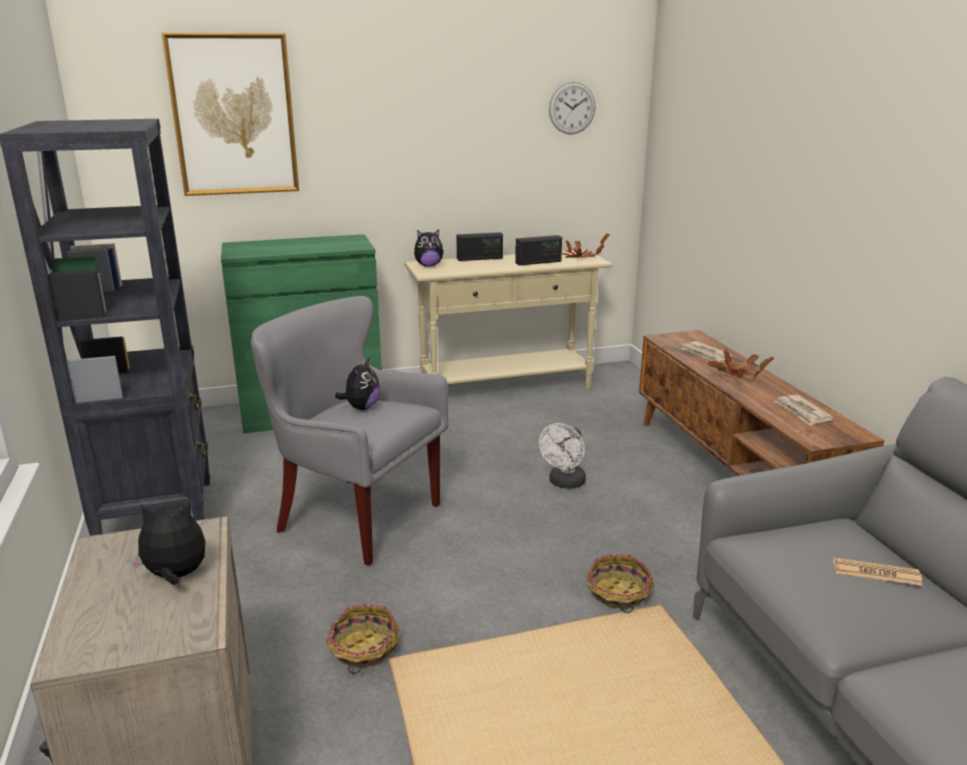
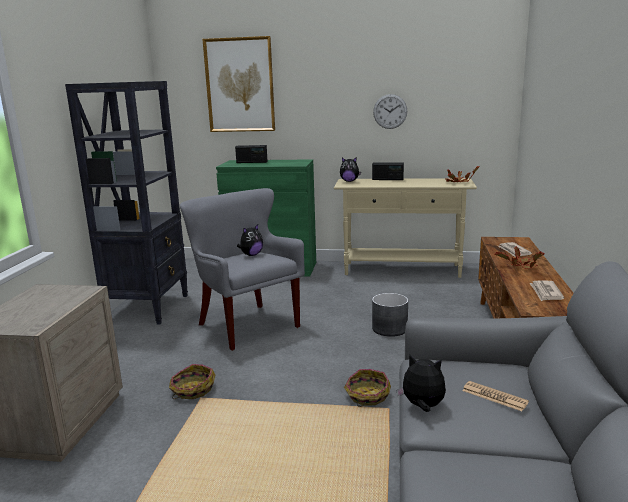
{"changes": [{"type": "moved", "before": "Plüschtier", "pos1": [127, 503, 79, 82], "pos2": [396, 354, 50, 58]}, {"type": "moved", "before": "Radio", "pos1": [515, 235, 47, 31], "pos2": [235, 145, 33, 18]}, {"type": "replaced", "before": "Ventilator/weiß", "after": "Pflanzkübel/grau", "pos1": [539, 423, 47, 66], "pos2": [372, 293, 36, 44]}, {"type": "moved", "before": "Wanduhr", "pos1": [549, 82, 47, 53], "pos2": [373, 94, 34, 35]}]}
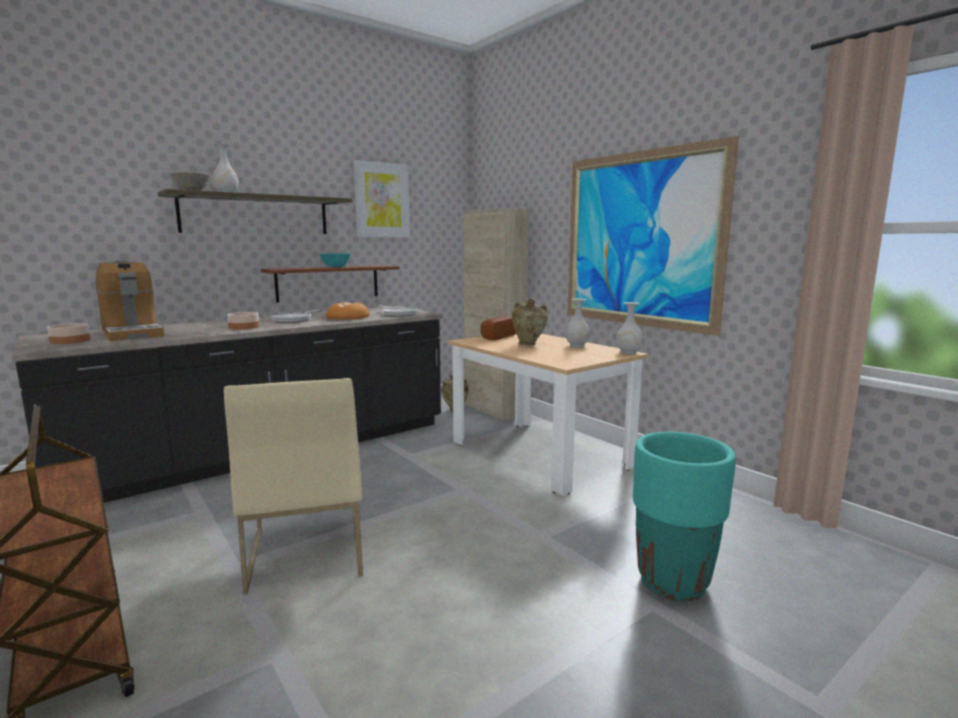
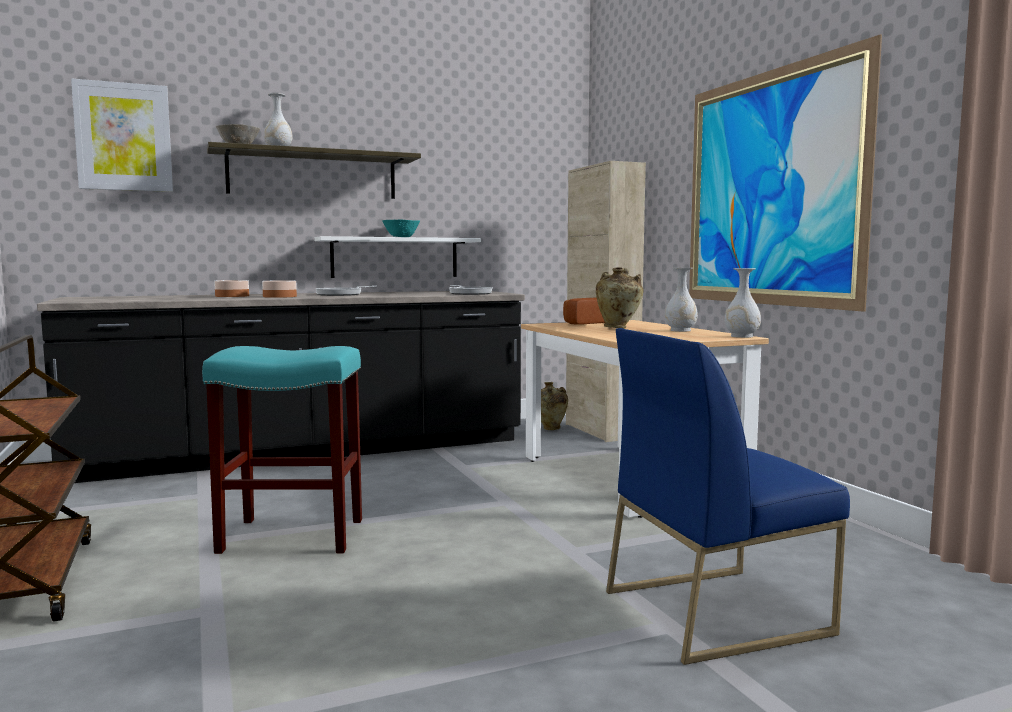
{"changes": [{"type": "moved", "before": "Schüssel", "pos1": [47, 323, 43, 21], "pos2": [214, 280, 35, 17]}, {"type": "removed", "before": "Kaffeemaschine", "pos1": [96, 260, 68, 81]}, {"type": "replaced", "before": "Stuhl/beige", "after": "Hocker/türkis", "pos1": [224, 378, 139, 217], "pos2": [202, 346, 160, 208]}, {"type": "recoloured", "before": "Wandregal/braun", "after": "Wandregal/weiß", "pos1": [260, 265, 140, 38], "pos2": [314, 236, 167, 42]}, {"type": "removed", "before": "Brot", "pos1": [326, 302, 43, 18]}, {"type": "moved", "before": "Bild", "pos1": [353, 160, 57, 77], "pos2": [71, 79, 102, 113]}, {"type": "replaced", "before": "Pflanzkübel/türkis", "after": "Stuhl/blau", "pos1": [633, 432, 103, 169], "pos2": [606, 328, 244, 337]}]}
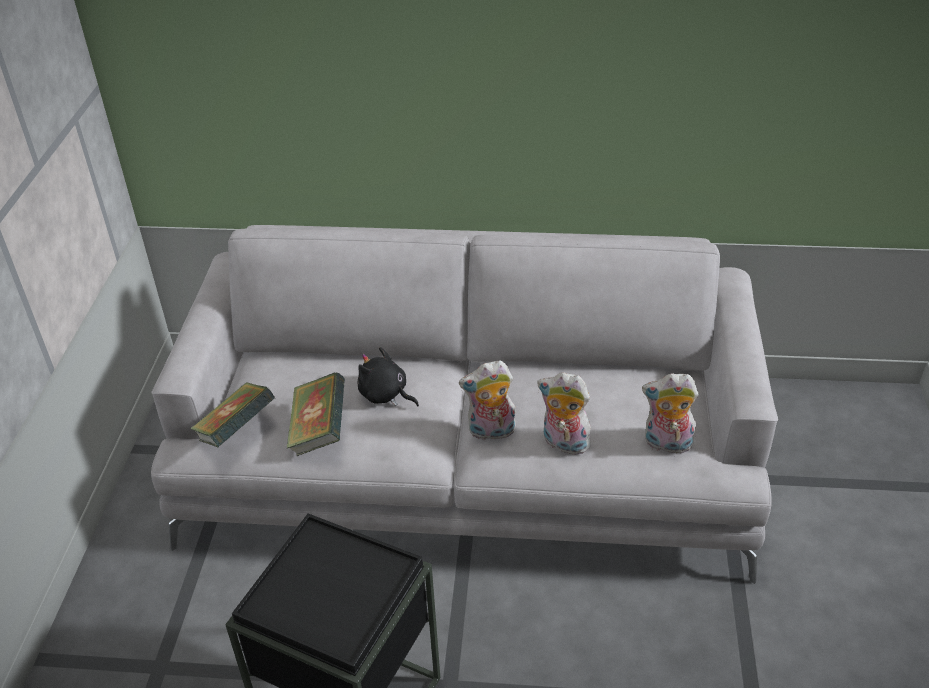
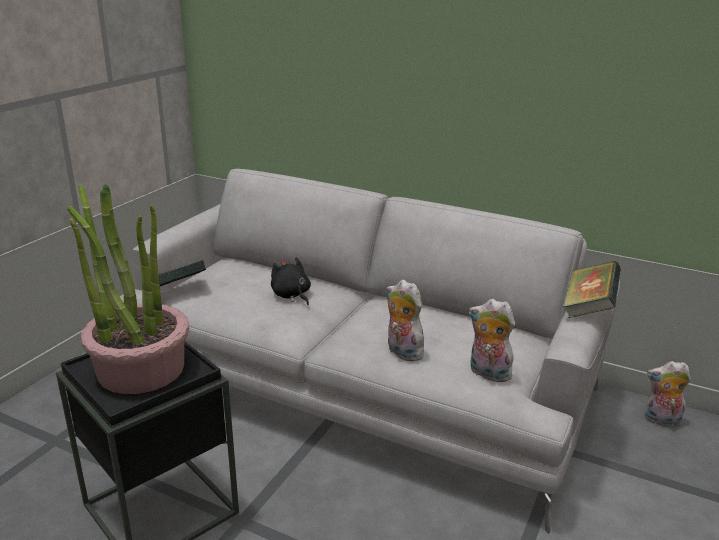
{"changes": [{"type": "moved", "before": "Buch", "pos1": [287, 372, 58, 84], "pos2": [563, 261, 58, 57]}, {"type": "moved", "before": "Plüschtier", "pos1": [459, 360, 57, 80], "pos2": [644, 361, 47, 66]}, {"type": "added", "after": "Topfpflanze", "pos2": [67, 184, 122, 210]}]}
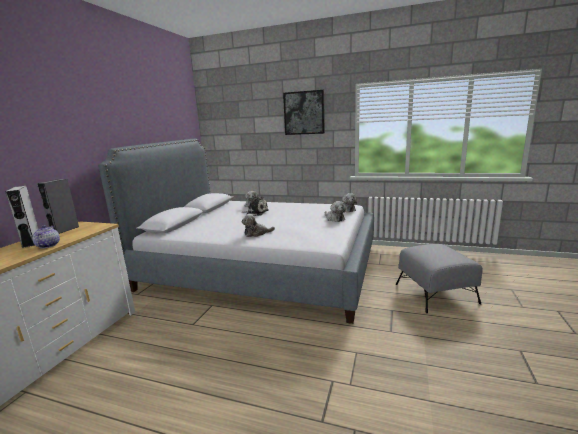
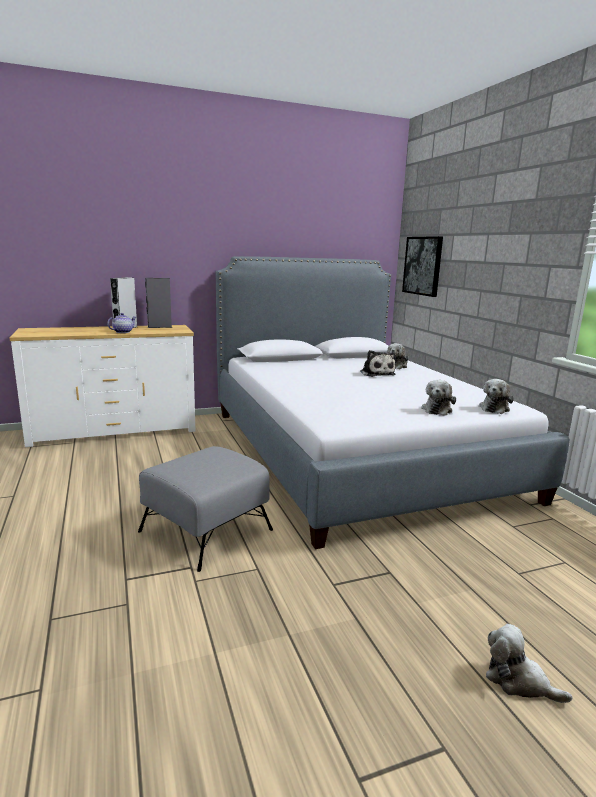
{"changes": [{"type": "moved", "before": "Plüschtier", "pos1": [242, 214, 33, 23], "pos2": [486, 624, 86, 79]}, {"type": "moved", "before": "Bild", "pos1": [283, 90, 42, 45], "pos2": [402, 236, 41, 61]}, {"type": "moved", "before": "Polsterhocker/grau", "pos1": [396, 244, 87, 69], "pos2": [138, 446, 135, 126]}]}
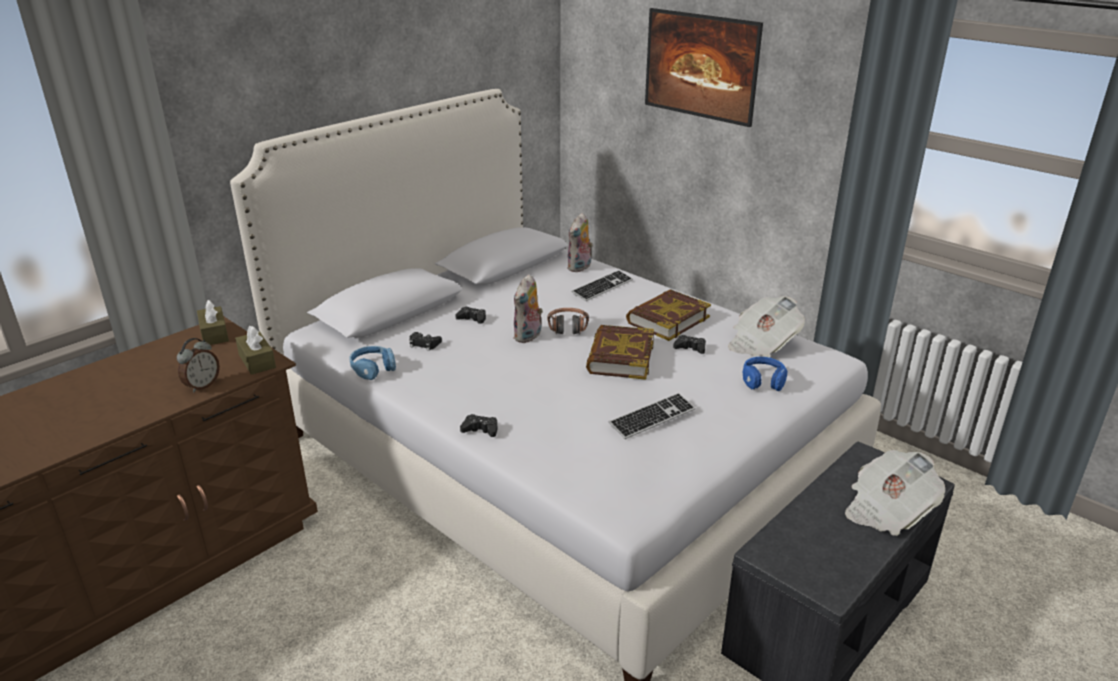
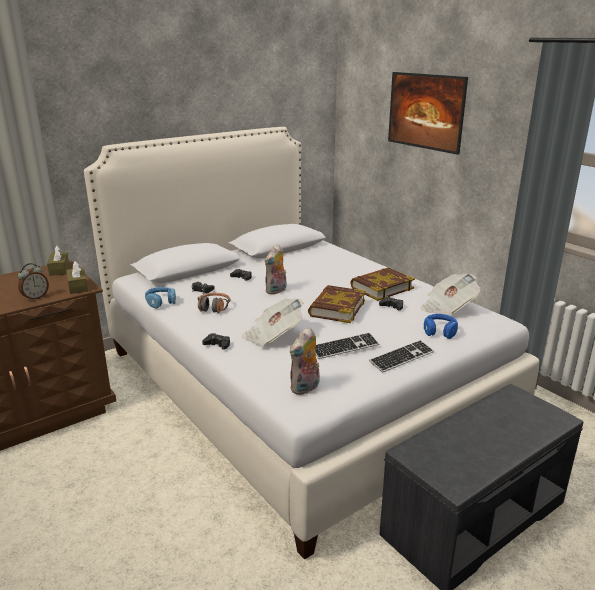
{"changes": [{"type": "moved", "before": "Kopfhörer", "pos1": [547, 308, 42, 27], "pos2": [198, 293, 32, 20]}, {"type": "moved", "before": "Plüschtier", "pos1": [567, 213, 26, 59], "pos2": [290, 327, 30, 68]}, {"type": "moved", "before": "Tastatur", "pos1": [572, 270, 61, 31], "pos2": [369, 340, 65, 33]}, {"type": "moved", "before": "Zeitung", "pos1": [845, 450, 100, 86], "pos2": [242, 298, 62, 49]}]}
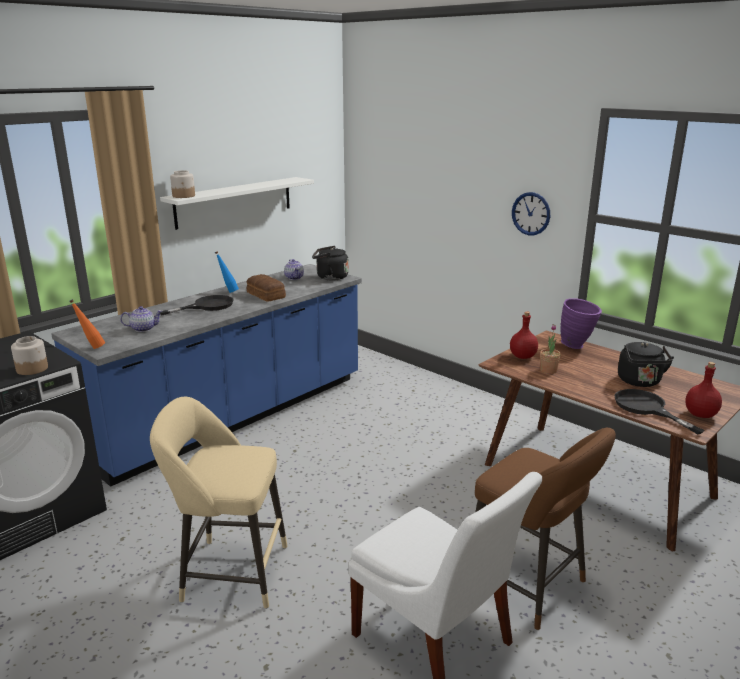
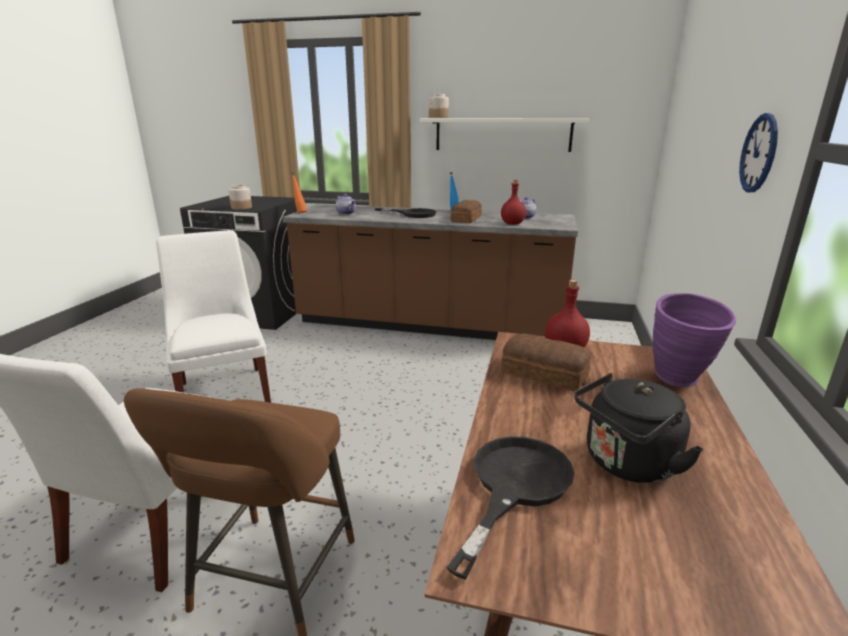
{"changes": [{"type": "recoloured", "before": "Küchenzeile/blau", "after": "Küchenzeile/braun", "pos1": [51, 264, 311, 223], "pos2": [283, 204, 295, 136]}, {"type": "replaced", "before": "Hocker/beige", "after": "Stuhl/weiß", "pos1": [150, 397, 137, 212], "pos2": [156, 230, 115, 173]}, {"type": "removed", "before": "Wasserkessel/schwarz", "pos1": [312, 246, 37, 34]}, {"type": "replaced", "before": "Topfpflanze", "after": "Brot", "pos1": [540, 325, 21, 49], "pos2": [501, 333, 90, 58]}, {"type": "moved", "before": "Flasche/rot", "pos1": [685, 362, 37, 56], "pos2": [501, 180, 25, 45]}]}
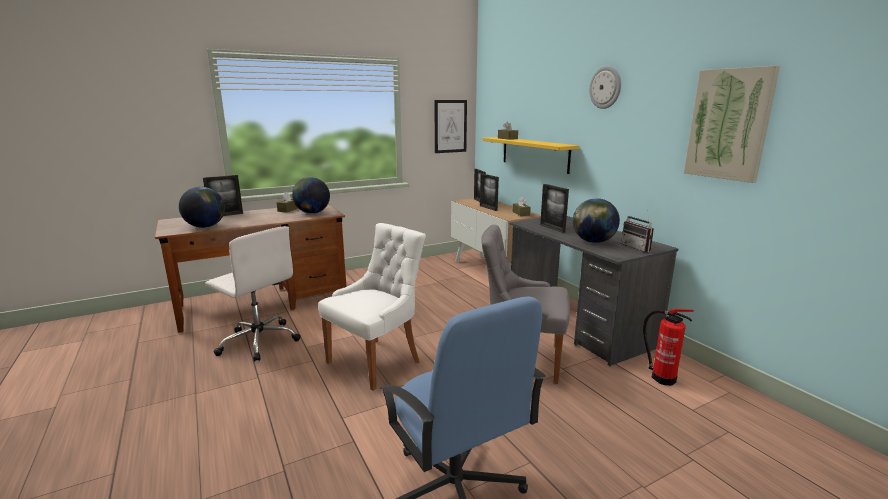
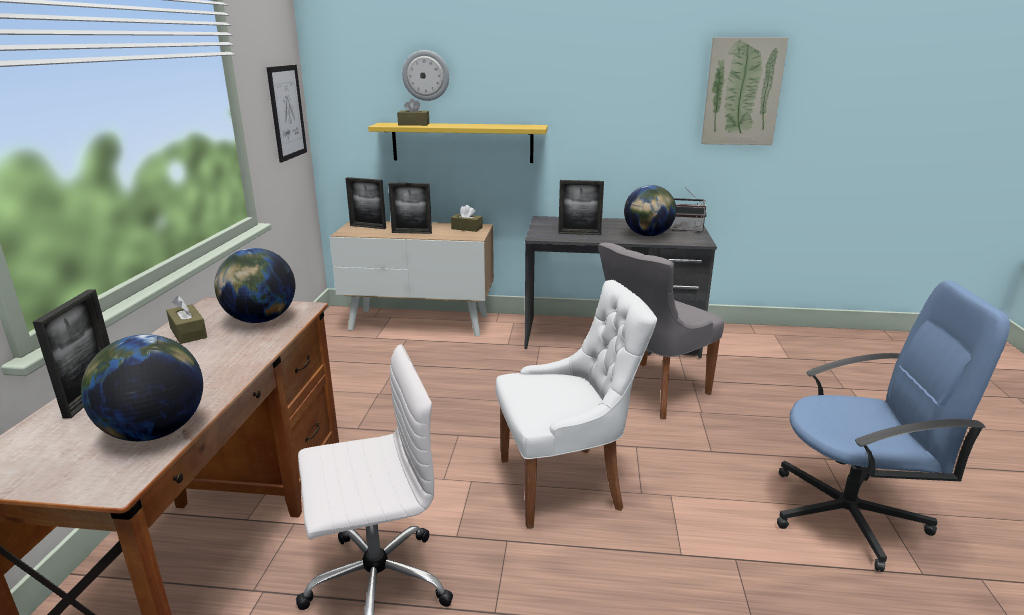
{"changes": [{"type": "turned", "before": "Stuhl/weiß", "pos1": [318, 223, 108, 168], "pos2": [496, 280, 161, 249], "turn": 90}, {"type": "moved", "before": "Wanduhr", "pos1": [589, 66, 32, 43], "pos2": [402, 50, 47, 51]}, {"type": "removed", "before": "Feuerlöscher", "pos1": [643, 309, 51, 77]}]}
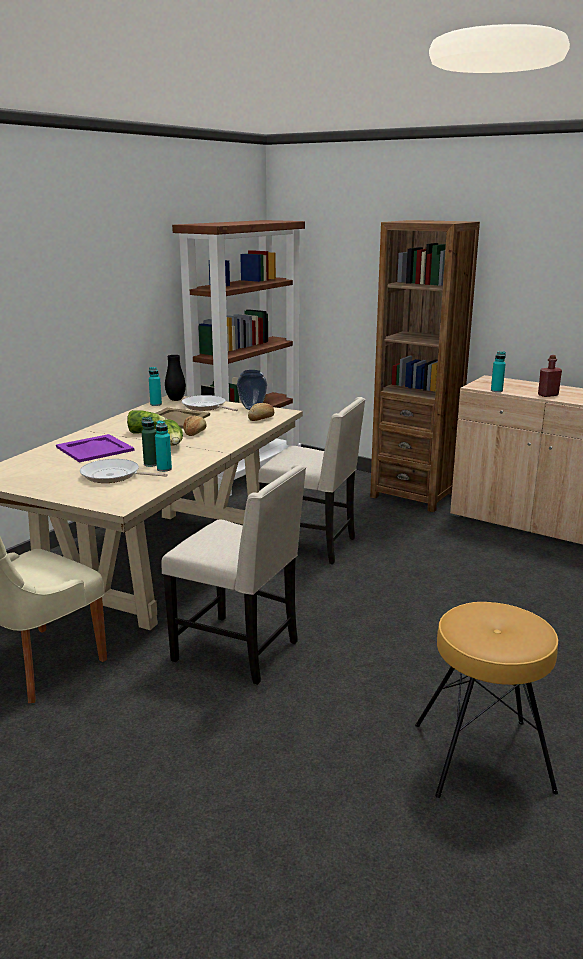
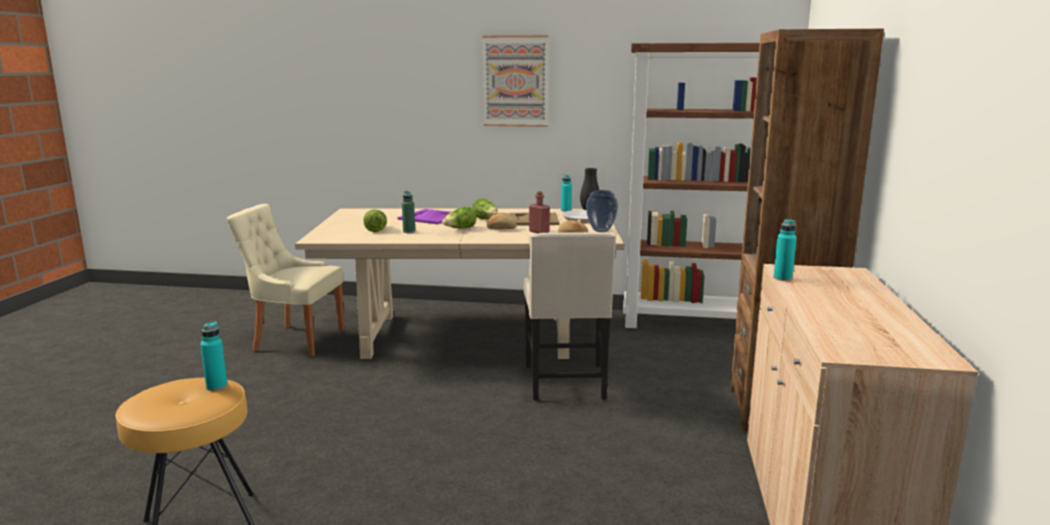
{"changes": [{"type": "replaced", "before": "Pfanne", "after": "Salatkopf", "pos1": [80, 459, 88, 24], "pos2": [363, 209, 24, 23]}, {"type": "moved", "before": "Flasche/türkis", "pos1": [155, 420, 17, 52], "pos2": [200, 321, 28, 70]}, {"type": "removed", "before": "Stuhl/beige", "pos1": [161, 464, 145, 221]}, {"type": "moved", "before": "Flasche/rot", "pos1": [538, 355, 24, 42], "pos2": [529, 191, 21, 42]}, {"type": "added", "after": "Bild", "pos2": [482, 35, 66, 92]}]}
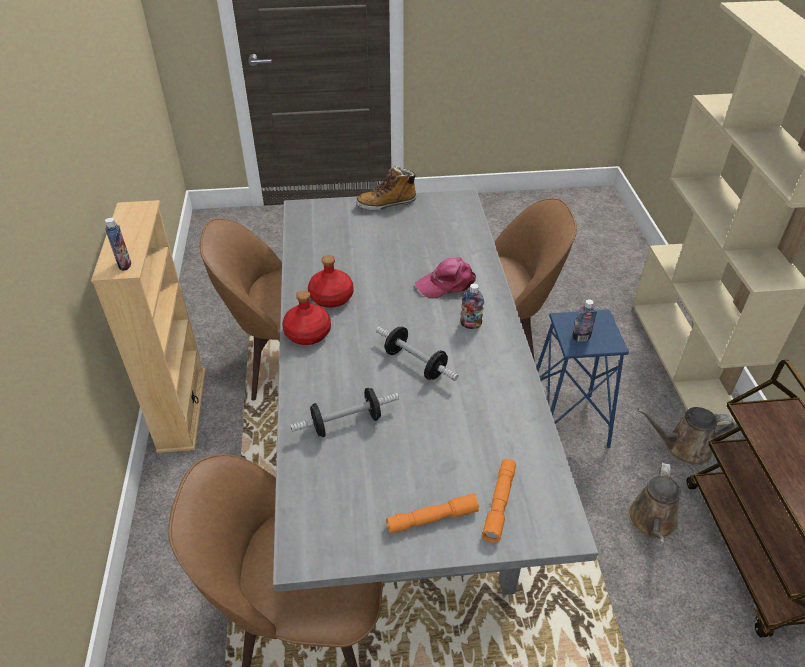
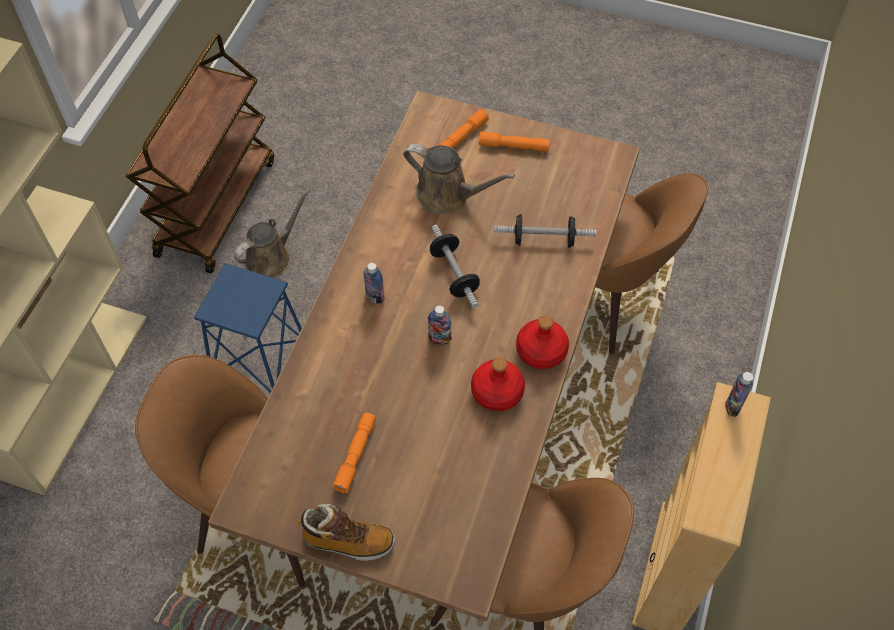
{"changes": [{"type": "recoloured", "before": "Esstisch/grau", "after": "Esstisch/braun", "pos1": [273, 190, 325, 405], "pos2": [208, 91, 432, 530]}, {"type": "removed", "before": "Kappe/rosa", "pos1": [415, 257, 61, 41]}, {"type": "moved", "before": "Flasche", "pos1": [572, 299, 25, 43], "pos2": [428, 305, 24, 40]}, {"type": "moved", "before": "Gießkanne/braun", "pos1": [638, 407, 97, 58], "pos2": [403, 144, 112, 70]}, {"type": "added", "after": "Taschenlampe/orange", "pos2": [332, 413, 44, 80]}]}
